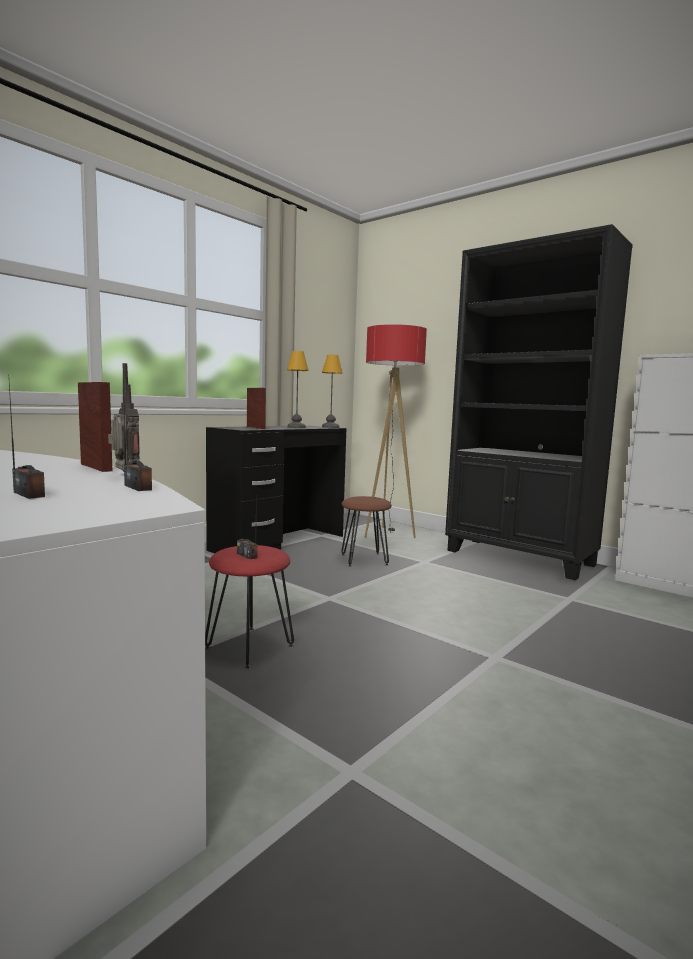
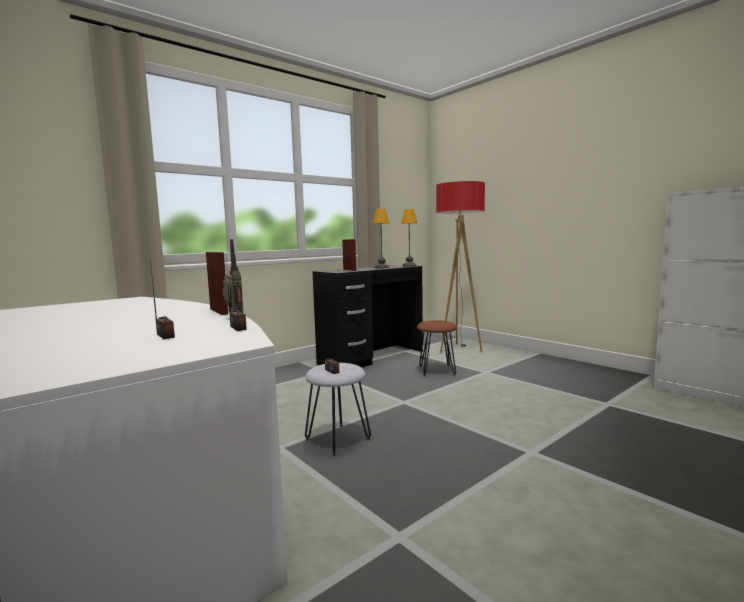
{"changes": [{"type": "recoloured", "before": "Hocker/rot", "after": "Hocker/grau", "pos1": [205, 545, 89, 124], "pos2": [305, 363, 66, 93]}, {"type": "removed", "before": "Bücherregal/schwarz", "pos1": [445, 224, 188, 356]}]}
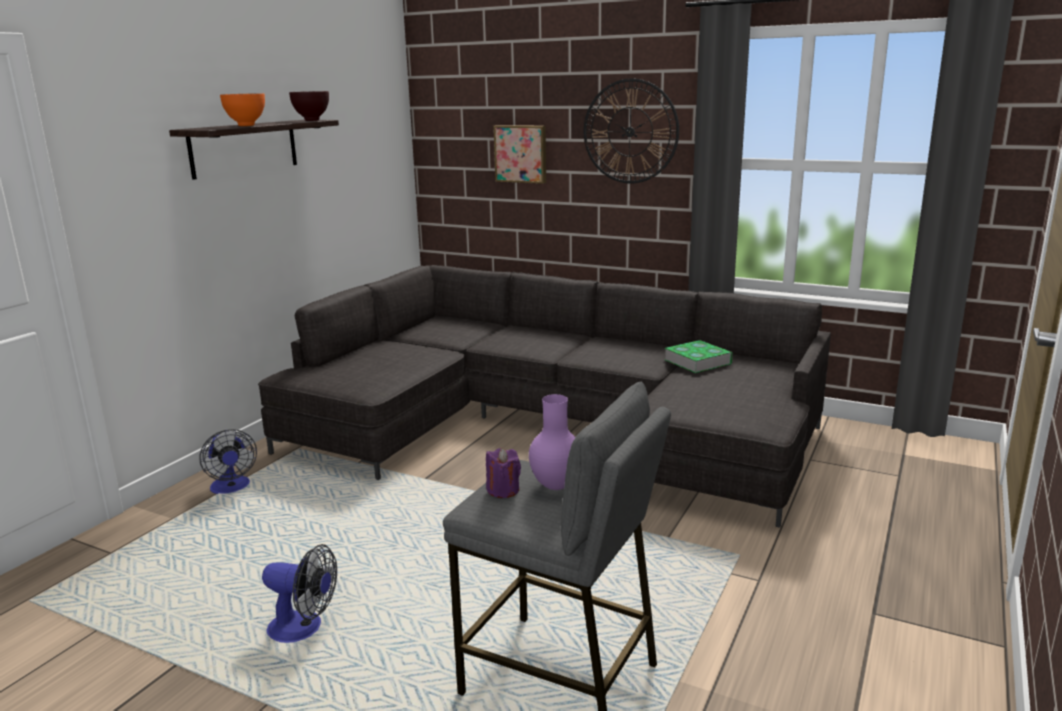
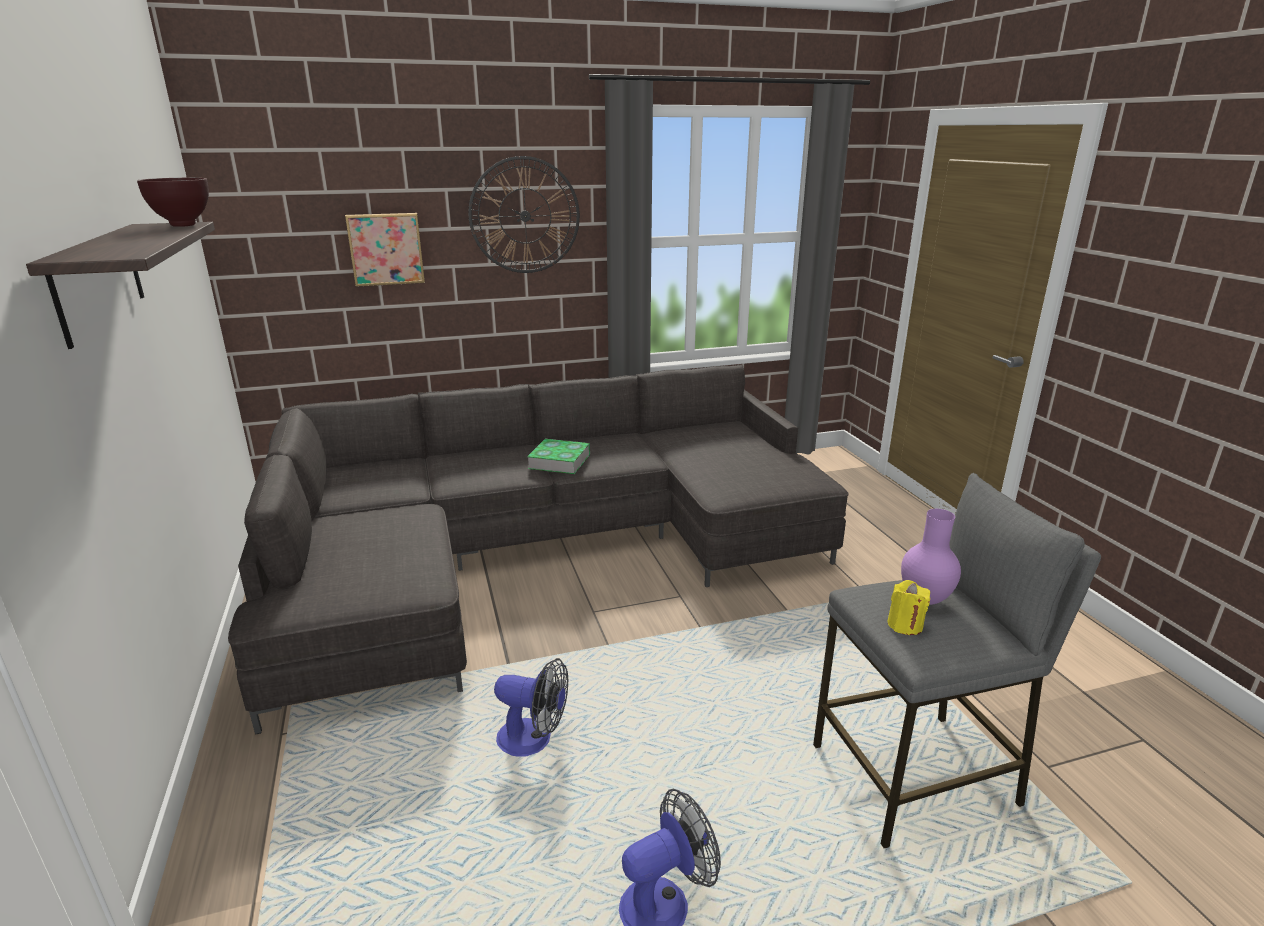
{"changes": [{"type": "moved", "before": "Ventilator", "pos1": [199, 429, 58, 65], "pos2": [494, 658, 74, 99]}, {"type": "removed", "before": "Schüssel/orange", "pos1": [220, 93, 45, 33]}, {"type": "recoloured", "before": "Kerze/lila", "after": "Kerze/gelb", "pos1": [486, 448, 35, 50], "pos2": [888, 580, 42, 55]}, {"type": "moved", "before": "Buch", "pos1": [664, 340, 69, 33], "pos2": [527, 439, 63, 35]}]}
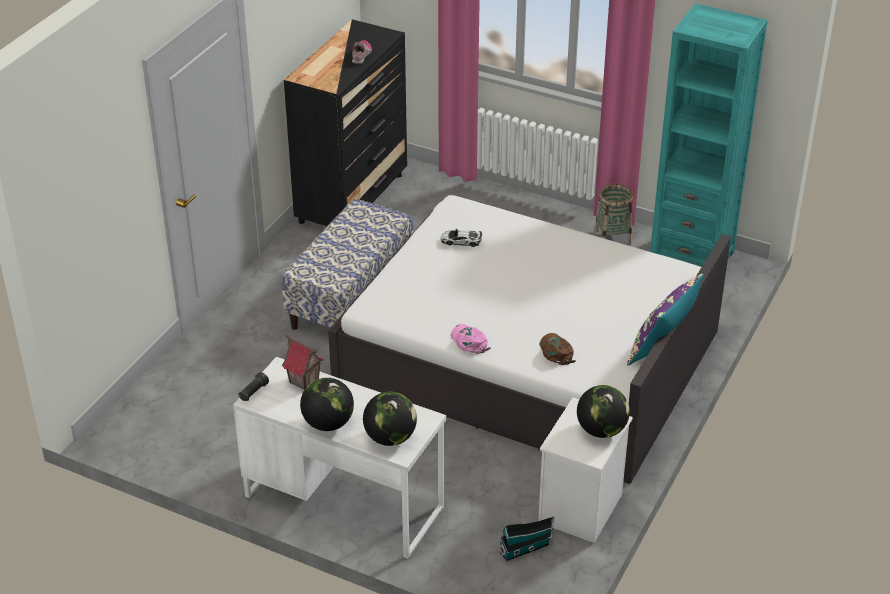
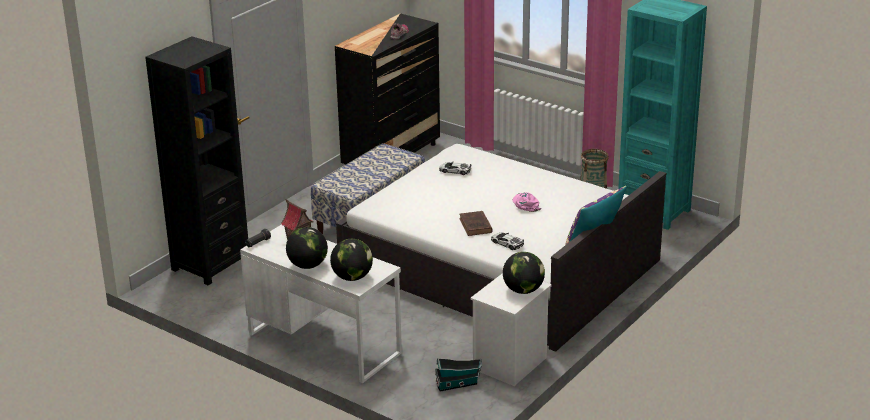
{"changes": [{"type": "moved", "before": "Kappe/rosa", "pos1": [451, 324, 40, 30], "pos2": [513, 192, 28, 20]}, {"type": "replaced", "before": "Kappe/braun", "after": "Spielzeugauto", "pos1": [540, 333, 36, 32], "pos2": [491, 233, 33, 17]}, {"type": "added", "after": "Bücherregal/schwarz", "pos2": [145, 36, 103, 249]}, {"type": "added", "after": "Buch/braun", "pos2": [459, 211, 34, 25]}]}
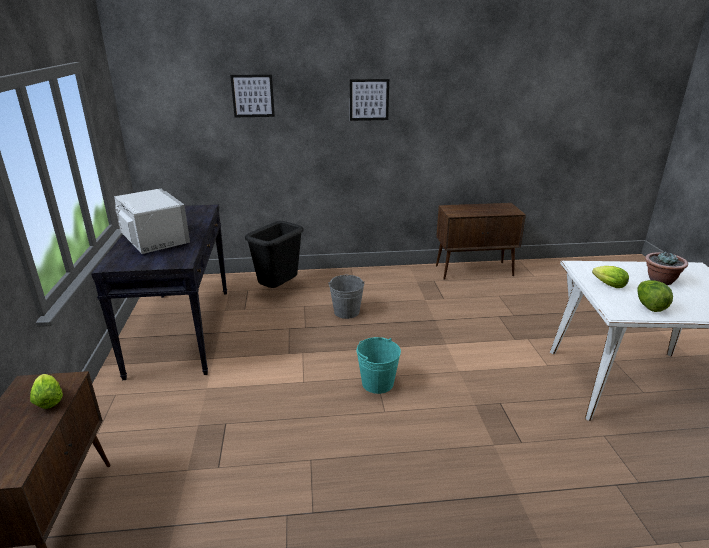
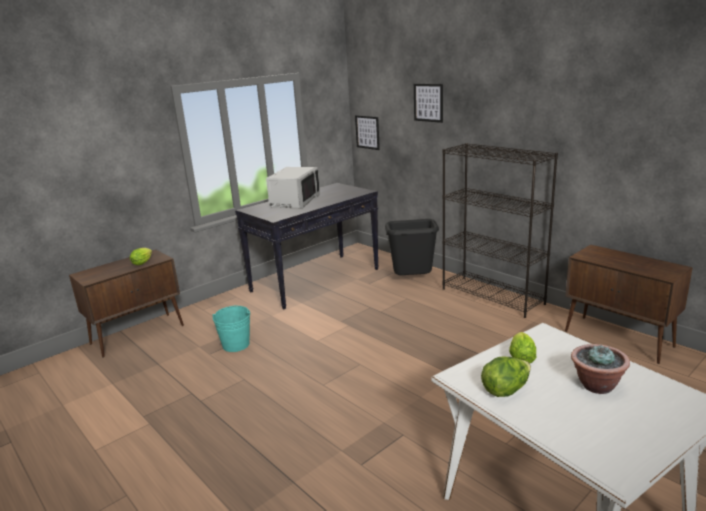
{"changes": [{"type": "removed", "before": "Eimer/grau", "pos1": [328, 274, 37, 45]}, {"type": "moved", "before": "Bild", "pos1": [350, 79, 39, 42], "pos2": [355, 115, 25, 35]}, {"type": "moved", "before": "Eimer/türkis", "pos1": [356, 337, 45, 57], "pos2": [212, 305, 38, 47]}, {"type": "added", "after": "Bücherregal/schwarz", "pos2": [442, 143, 116, 175]}]}
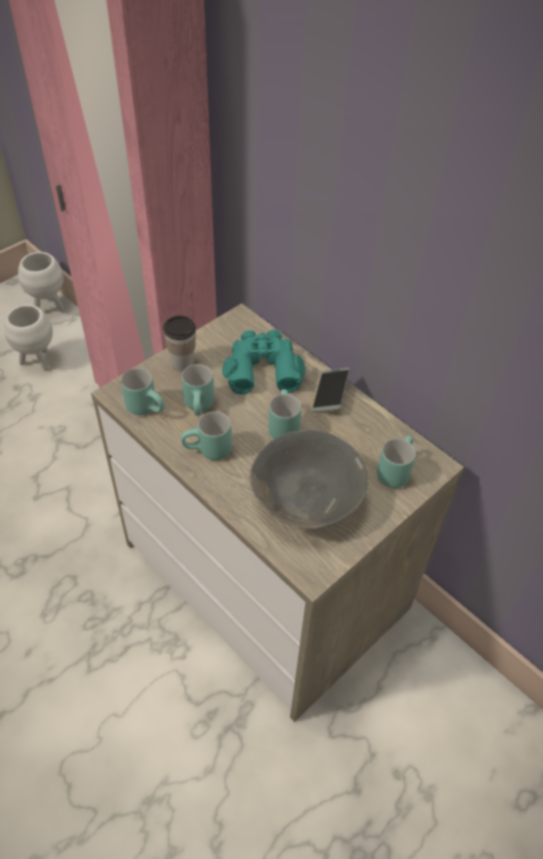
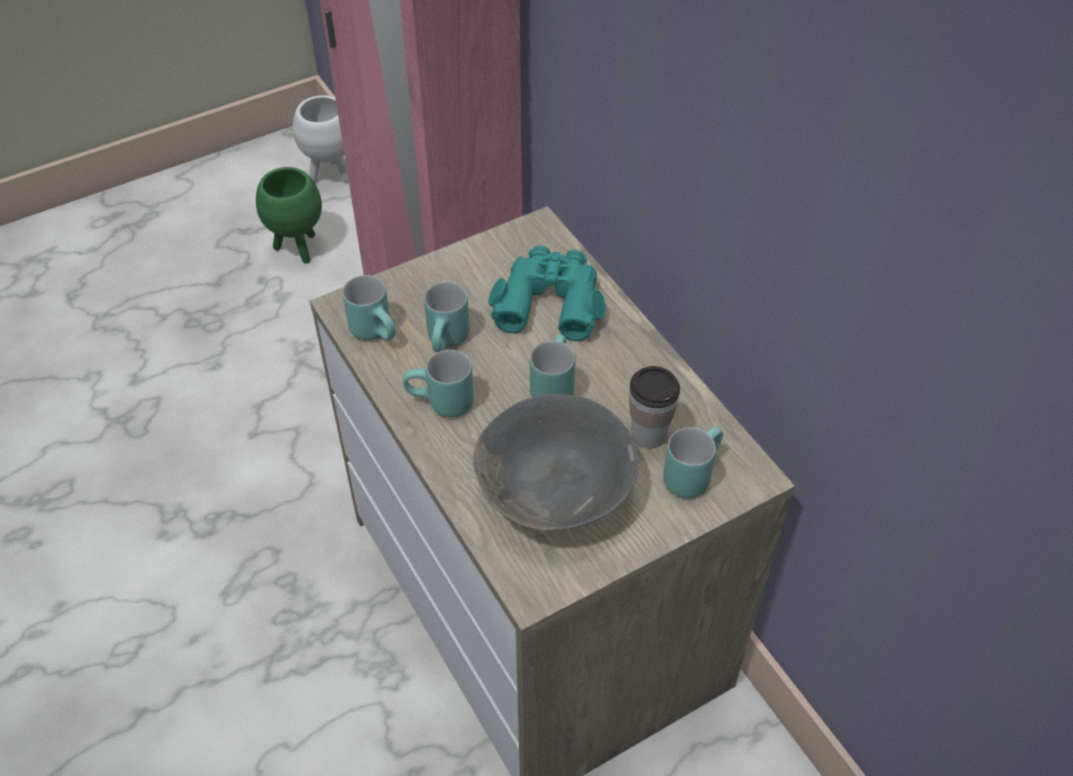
{"changes": [{"type": "recoloured", "before": "Pflanzkübel/weiß", "after": "Pflanzkübel/grün", "pos1": [4, 305, 49, 66], "pos2": [256, 167, 66, 97]}, {"type": "moved", "before": "Tasse", "pos1": [163, 315, 33, 57], "pos2": [629, 366, 51, 83]}, {"type": "removed", "before": "Handy", "pos1": [312, 367, 38, 46]}]}
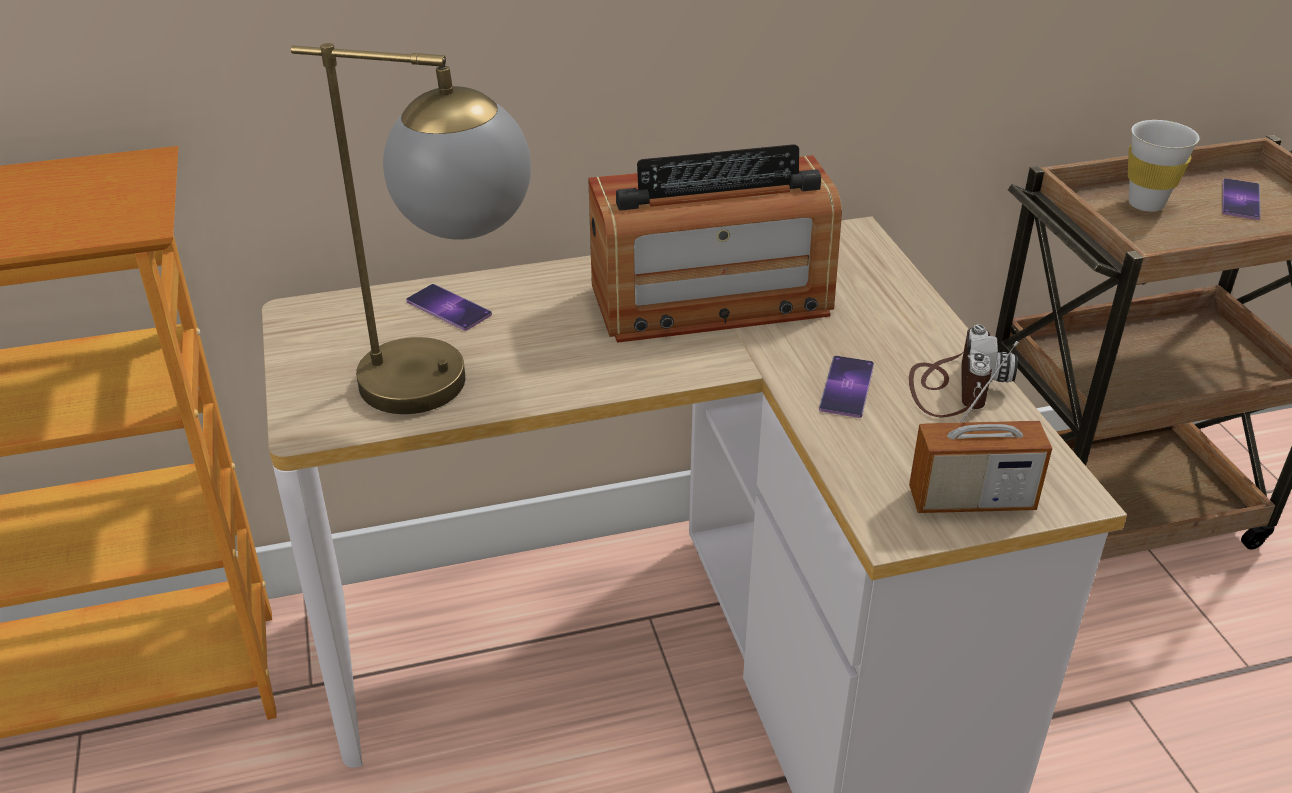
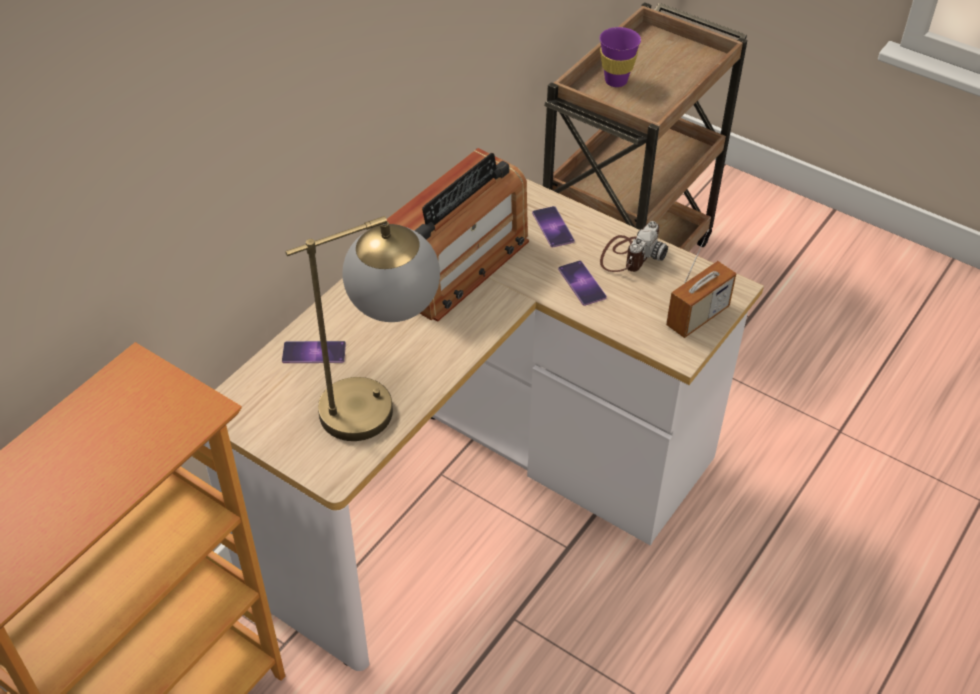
{"changes": [{"type": "turned", "before": "Kamera", "pos1": [909, 324, 109, 94], "pos2": [600, 221, 68, 51], "turn": 60}, {"type": "recoloured", "before": "Tasse/weiß", "after": "Tasse/lila", "pos1": [1128, 120, 71, 92], "pos2": [600, 27, 41, 60]}, {"type": "moved", "before": "Handy", "pos1": [1222, 178, 39, 42], "pos2": [532, 206, 43, 41]}]}
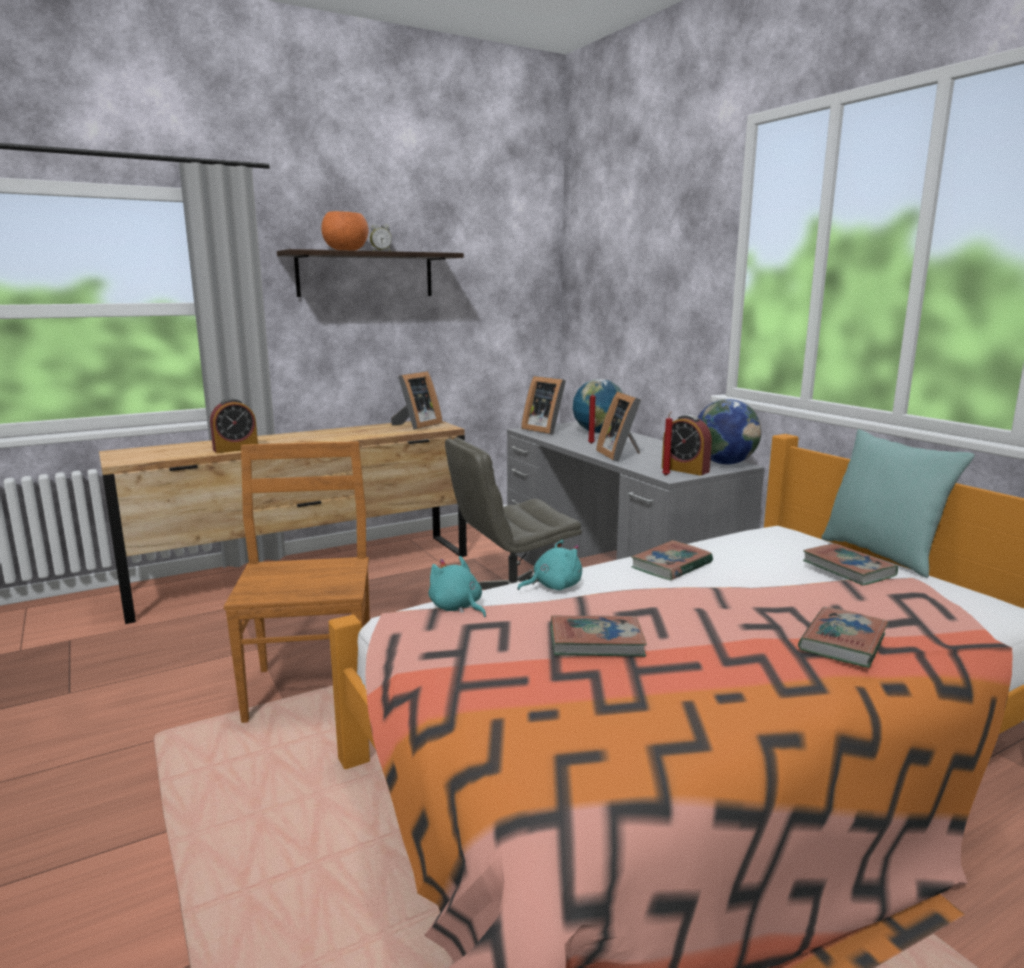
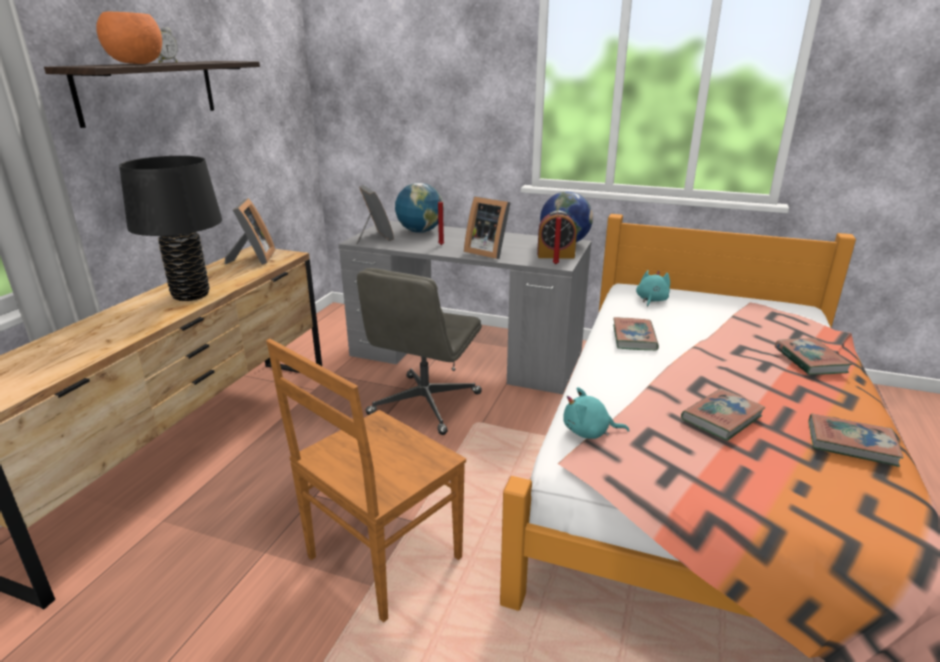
{"changes": [{"type": "removed", "before": "Wecker", "pos1": [210, 398, 48, 55]}, {"type": "turned", "before": "Stuhl/braun", "pos1": [224, 441, 146, 282], "pos2": [266, 339, 200, 283], "turn": -90}, {"type": "moved", "before": "Plüschtier/türkis", "pos1": [518, 540, 64, 50], "pos2": [636, 270, 34, 37]}, {"type": "turned", "before": "Bilderrahmen", "pos1": [521, 376, 45, 59], "pos2": [357, 185, 37, 59], "turn": -120}, {"type": "moved", "before": "Buch", "pos1": [803, 544, 95, 41], "pos2": [809, 413, 94, 54]}, {"type": "removed", "before": "Kissen/türkis", "pos1": [822, 429, 153, 149]}, {"type": "added", "after": "Tischlampe/schwarz", "pos2": [119, 156, 103, 145]}]}
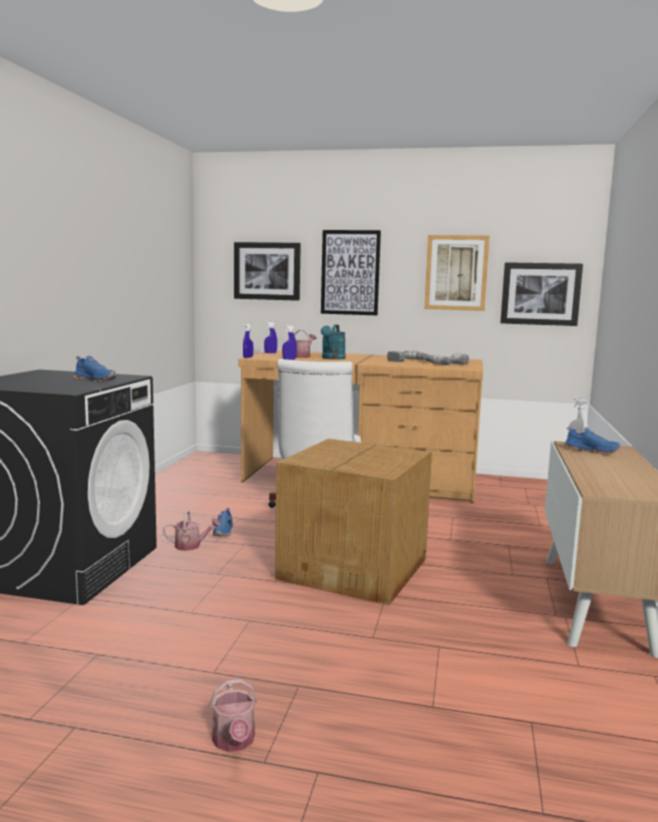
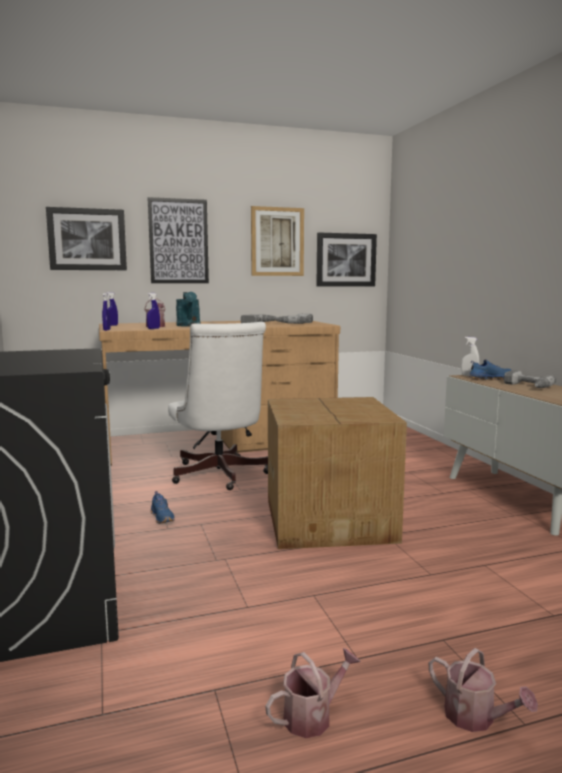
{"changes": [{"type": "removed", "before": "Schuh/blau", "pos1": [74, 356, 43, 26]}, {"type": "moved", "before": "Gießkanne", "pos1": [163, 510, 58, 41], "pos2": [265, 648, 96, 90]}, {"type": "added", "after": "Bohrmaschine", "pos2": [504, 370, 52, 18]}]}
